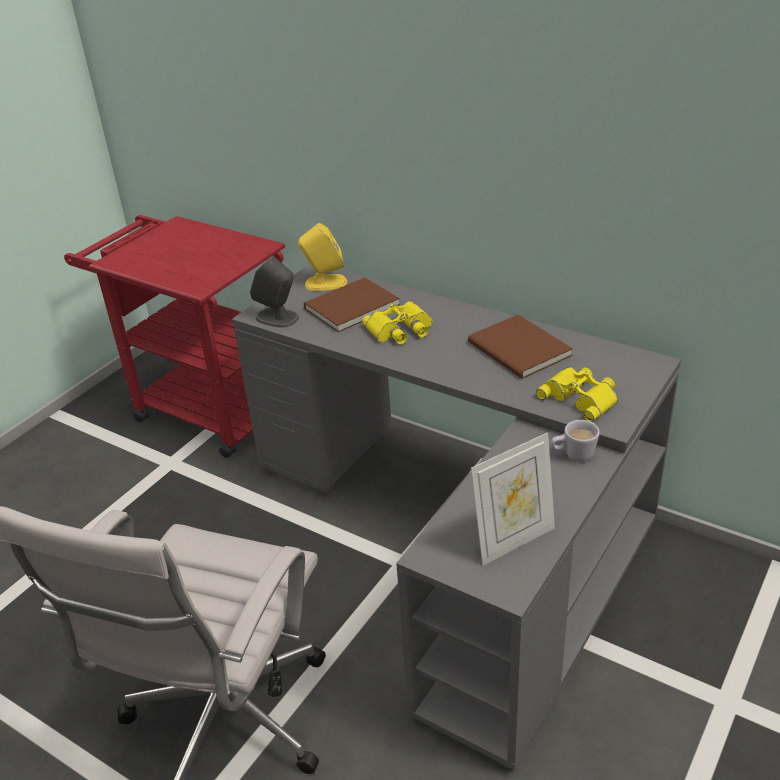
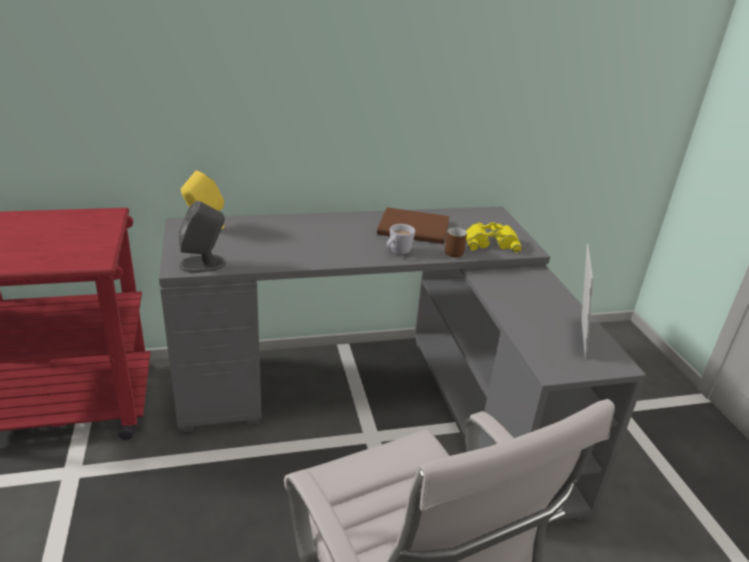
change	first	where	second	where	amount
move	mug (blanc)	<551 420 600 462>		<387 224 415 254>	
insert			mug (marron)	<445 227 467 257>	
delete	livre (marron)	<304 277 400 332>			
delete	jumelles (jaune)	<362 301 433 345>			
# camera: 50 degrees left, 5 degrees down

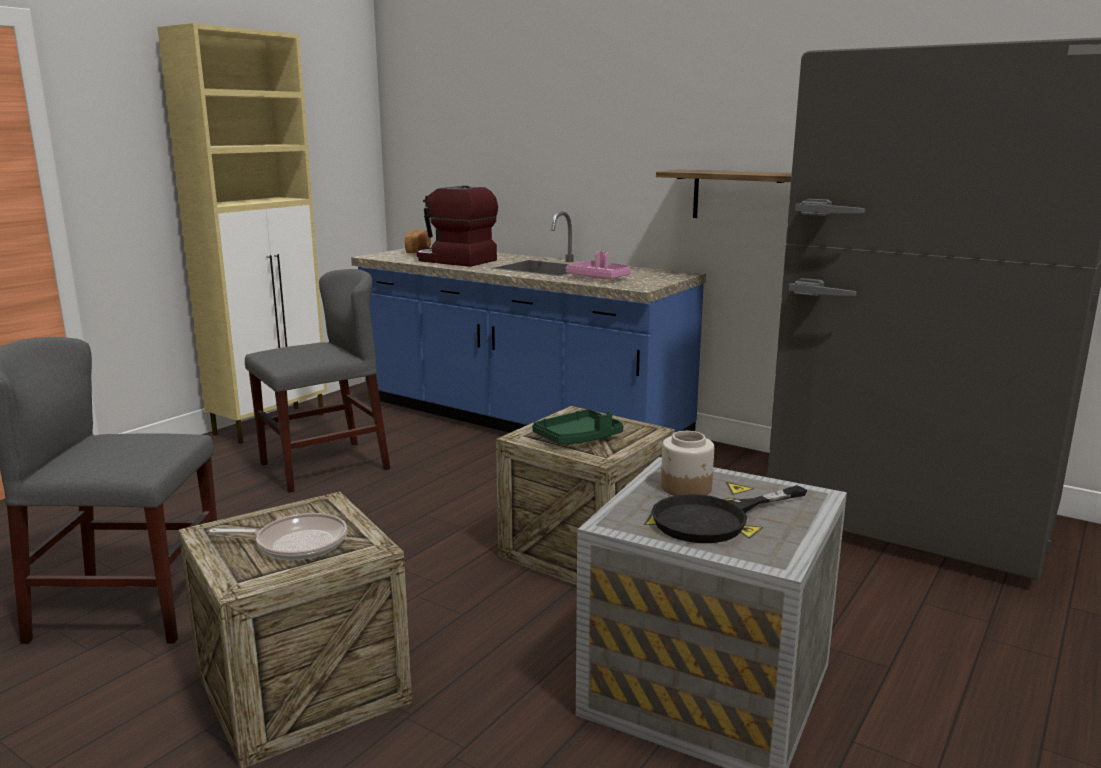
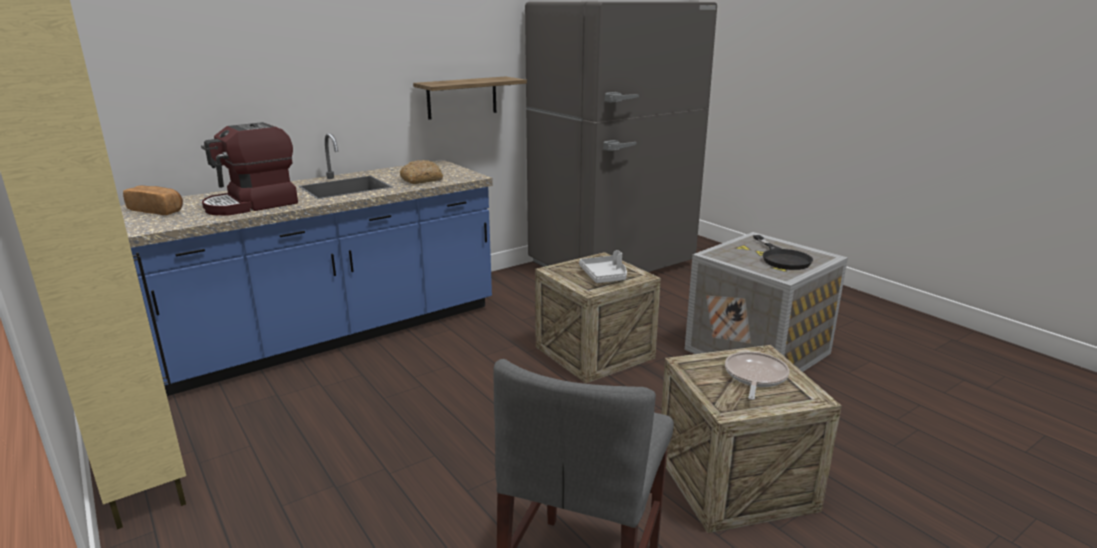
change	first	where	second	where	amount
replace	plateau (rose)	<566 251 631 279>	pain	<400 160 443 184>	
recolor	plateau (vert)	<532 409 624 444>	plateau (gris)	<579 250 627 283>	
delete	chaise (gris)	<245 269 390 493>			
delete	bocal	<661 431 714 496>			
# camera: 70 degrees left, 5 degrees up

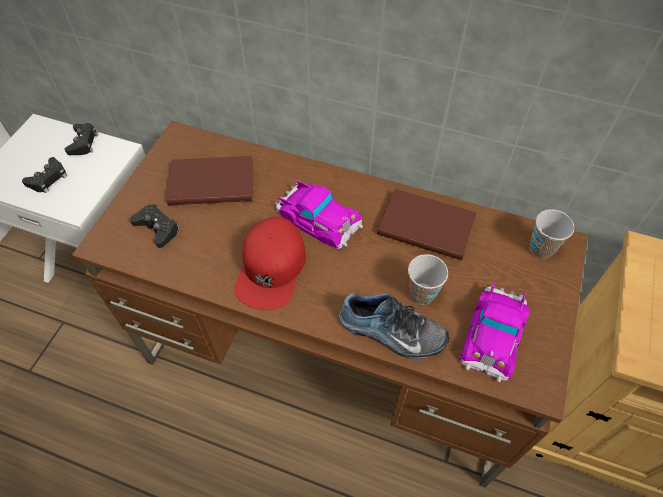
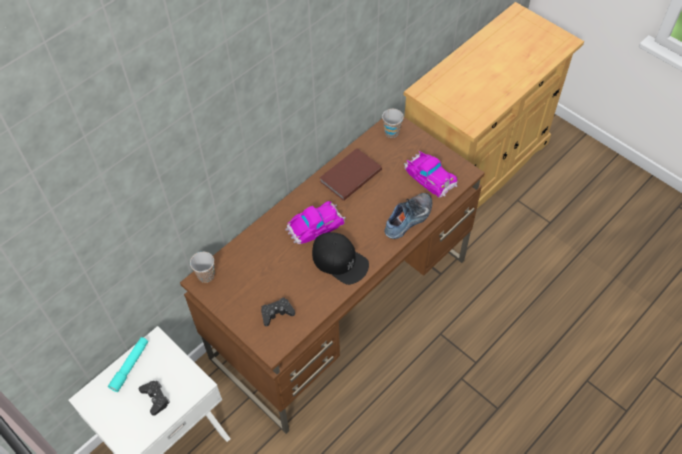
change	first	where	second	where	amount
replace	manette (noir)	<65 123 98 155>	lampe de poche (turquoise)	<108 337 148 392>	
move	tasse	<408 254 448 305>		<190 252 215 283>	
recolor	casquette (rouge)	<234 217 306 310>	casquette (noir)	<312 232 369 285>	
delete	livre (marron)	<167 156 253 205>			
# camera: 65 degrees left, 0 degrees up

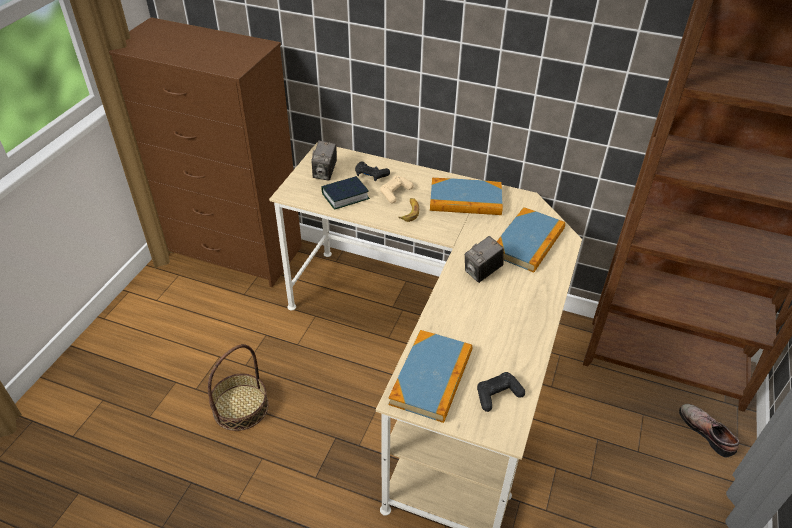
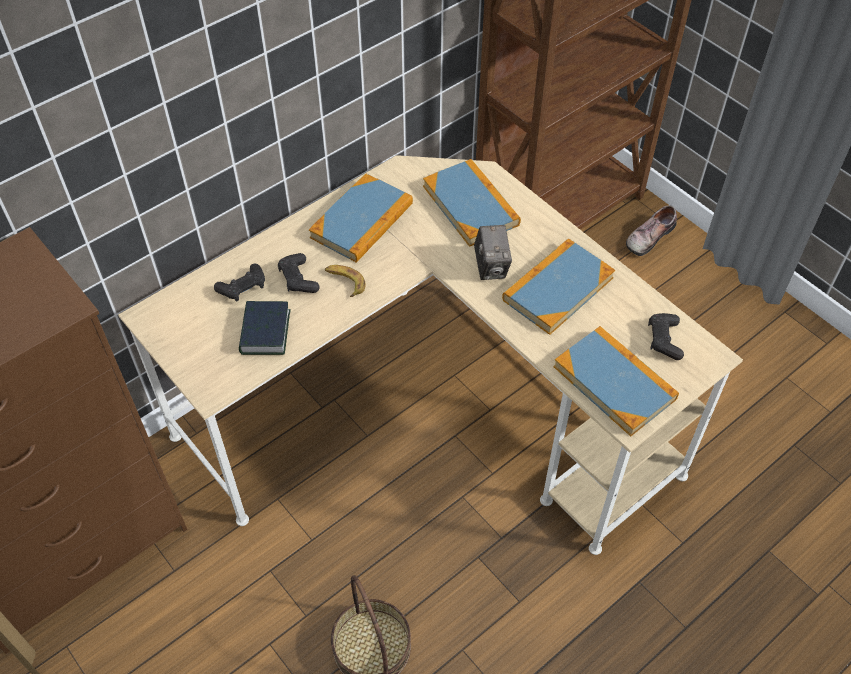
change	first	where	second	where	amount
recolor	manette (beige)	<380 175 414 203>	manette (noir)	<278 253 320 293>	
insert			livre	<502 238 615 335>	
rotate	chaussure	<679 404 739 457>		<626 205 677 256>	45 degrees counterclockwise
delete	appareil photo	<311 141 337 181>			
# camera: 60 degrees left, 10 degrees up

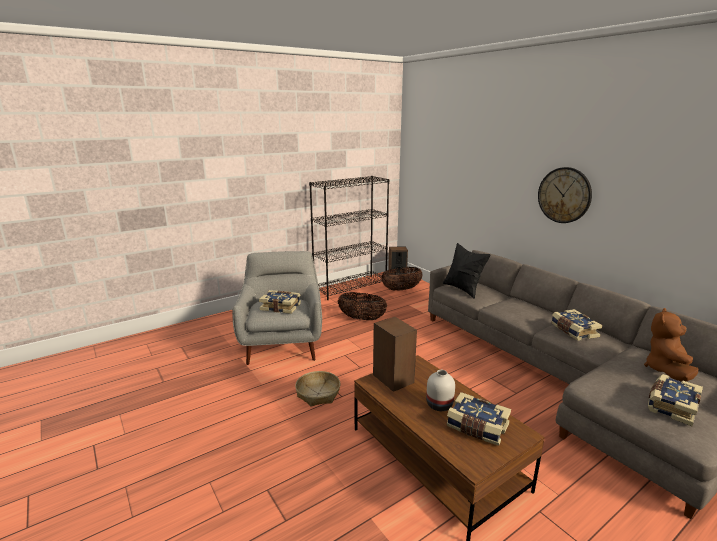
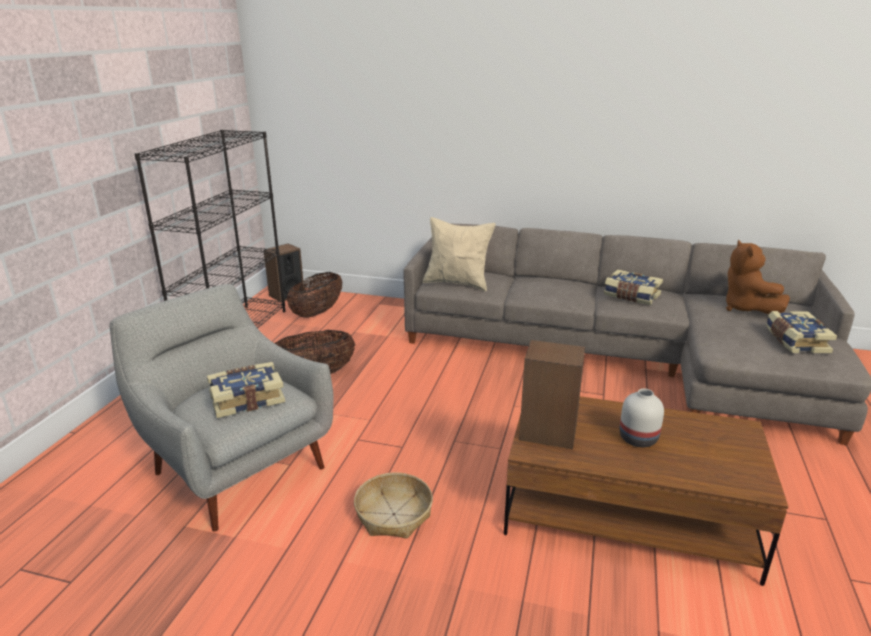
change	first	where	second	where	amount
recolor	coussin (noir)	<443 243 491 298>	coussin (beige)	<423 217 496 291>	
delete	livre	<446 392 511 446>			
delete	horloge murale	<538 167 592 223>			
# camera: 40 degrees left, 5 degrees up

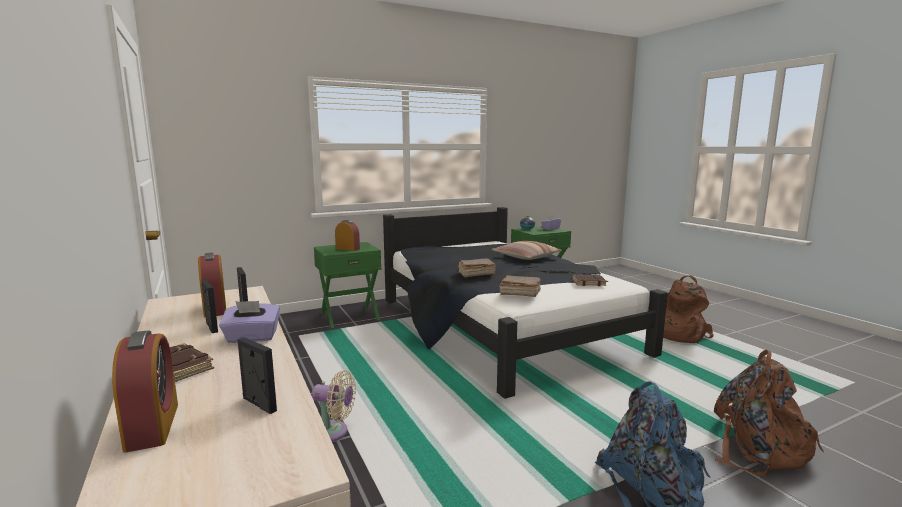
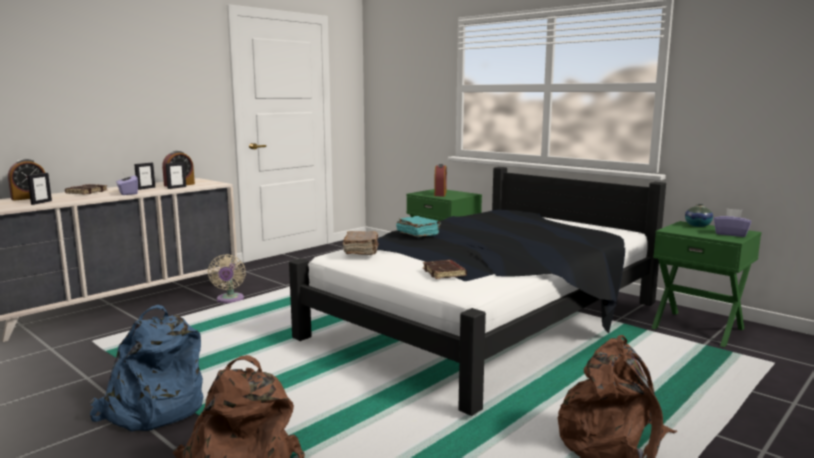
change	first	where	second	where	amount
recolor	livre (marron)	<458 258 496 278>	livre (turquoise)	<396 216 441 237>	
delete	coussin	<492 241 562 260>			
# camera: 70 degrees right, 0 degrees up

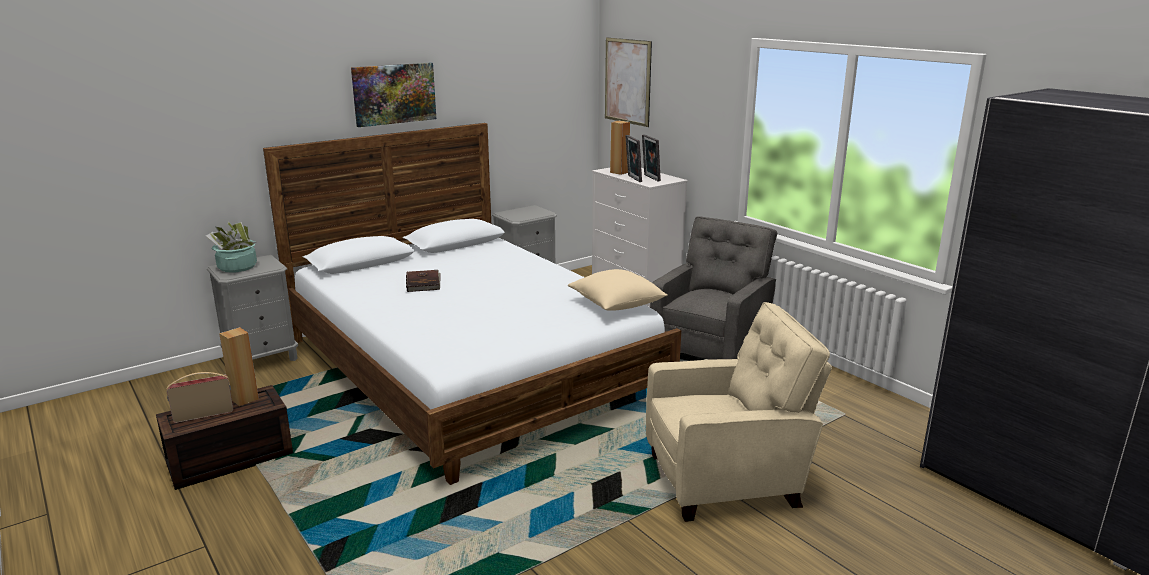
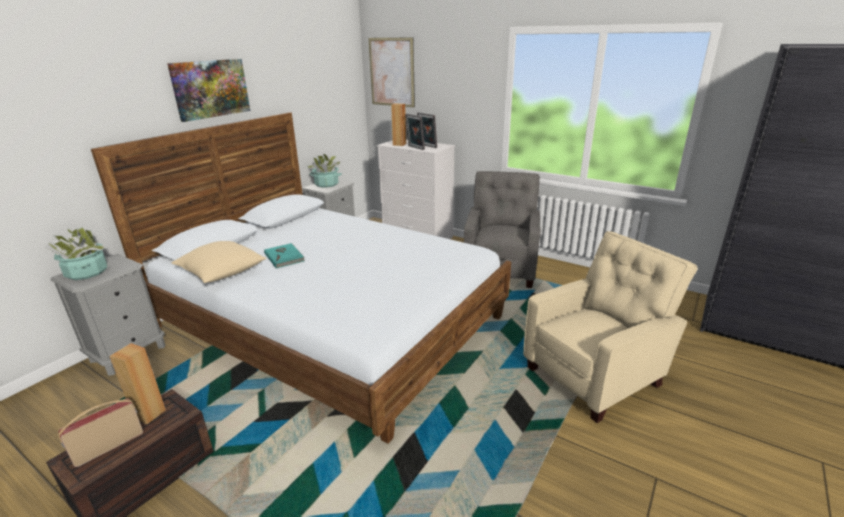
change	first	where	second	where	amount
move	coussin (beige)	<568 269 668 311>		<172 241 266 283>	
recolor	livre (marron)	<406 270 441 292>	livre (turquoise)	<264 243 305 269>	
insert			plante en pot	<307 154 342 187>	
# camera: 20 degrees left, 5 degrees up

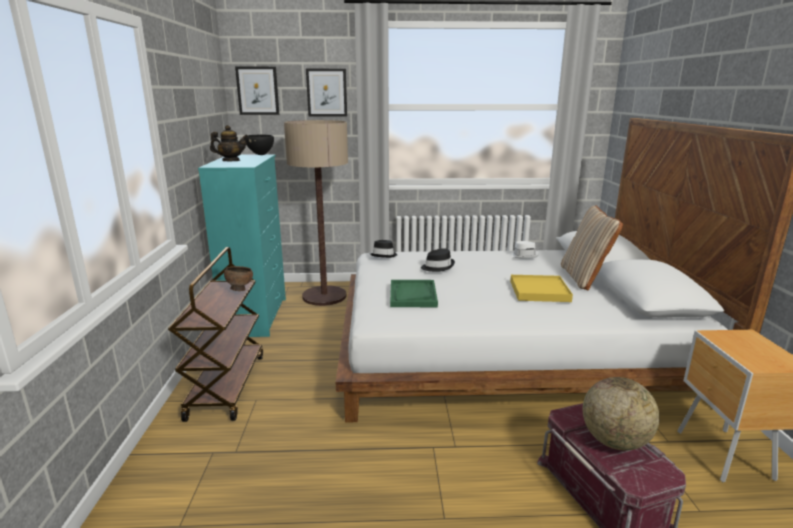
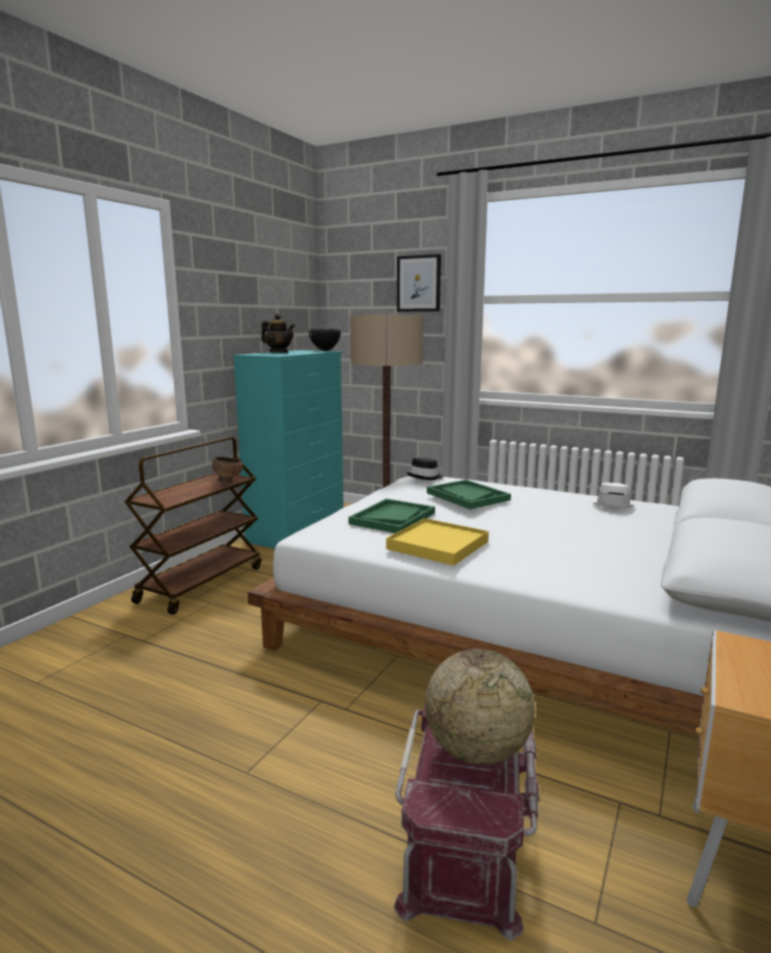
change	first	where	second	where	amount
move	plateau (jaune)	<510 275 573 302>		<386 518 489 566>	
replace	chapeau (noir)	<421 248 455 272>	plateau (vert)	<427 480 511 509>	
delete	tableau	<235 67 279 115>			
delete	coussin (beige)	<561 205 623 290>			
# camera: 30 degrees right, 5 degrees down

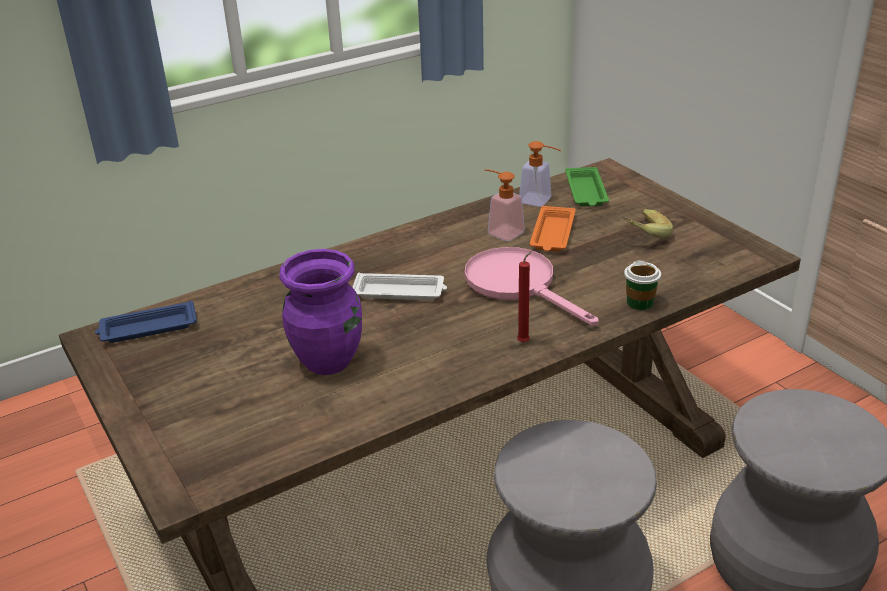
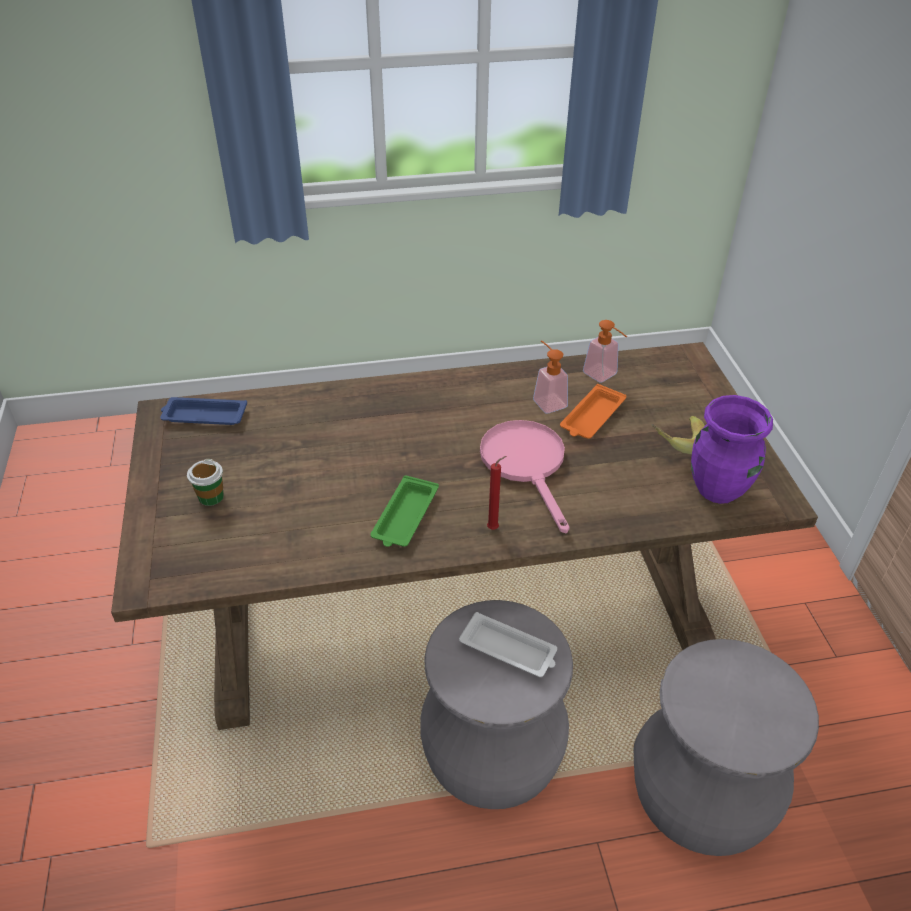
change	first	where	second	where	amount
move	tasse	<624 260 661 310>		<187 459 224 506>	
move	plateau (vert)	<565 167 609 207>		<370 475 439 547>	
move	plateau (blanc)	<352 272 447 300>		<459 612 557 677>	
move	vase (violet)	<279 249 362 375>		<691 395 773 504>	
# camera: 20 degrees right, 10 degrees up

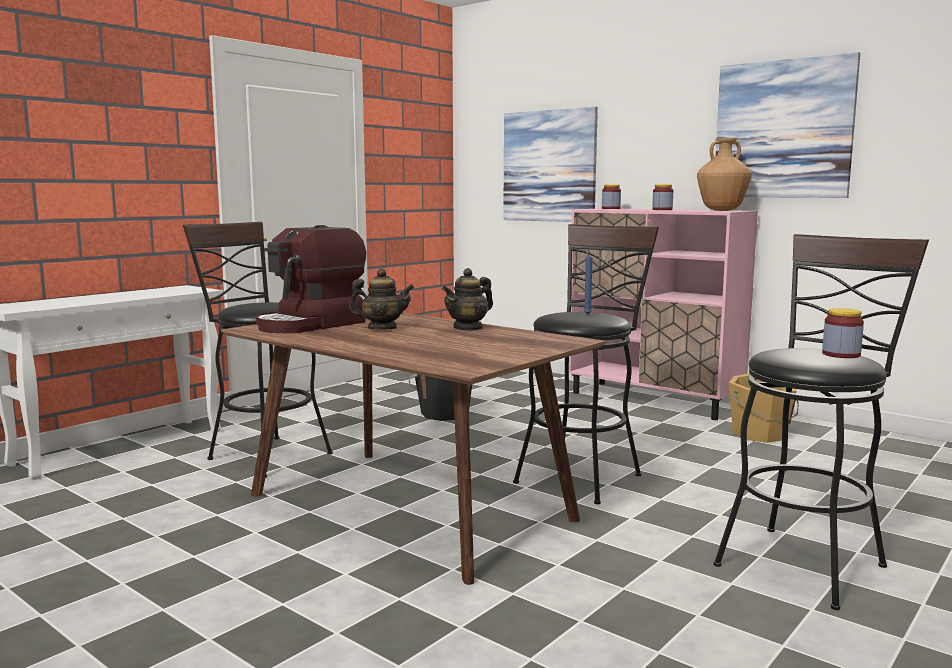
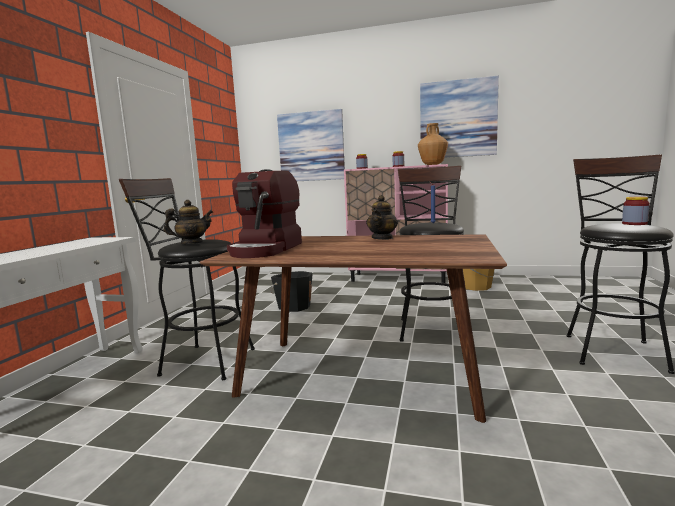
change	first	where	second	where	amount
move	théière	<349 268 414 329>		<164 200 213 244>	
# camera: 25 degrees left, 0 degrees up

